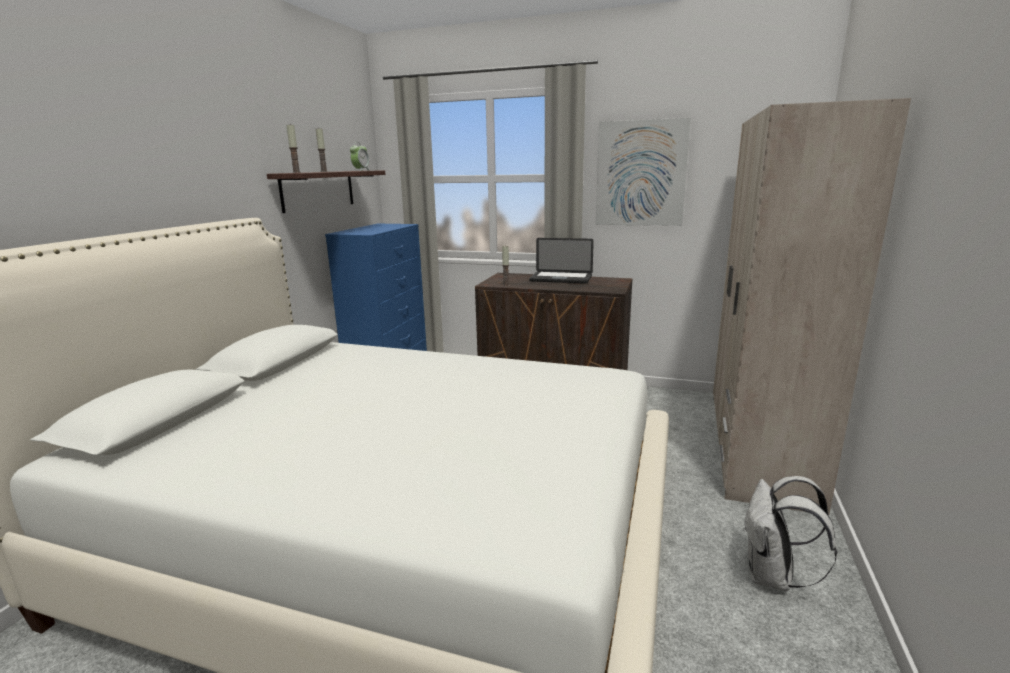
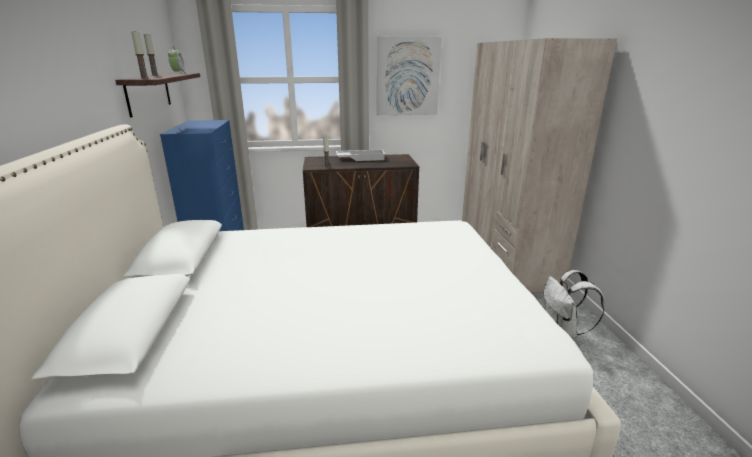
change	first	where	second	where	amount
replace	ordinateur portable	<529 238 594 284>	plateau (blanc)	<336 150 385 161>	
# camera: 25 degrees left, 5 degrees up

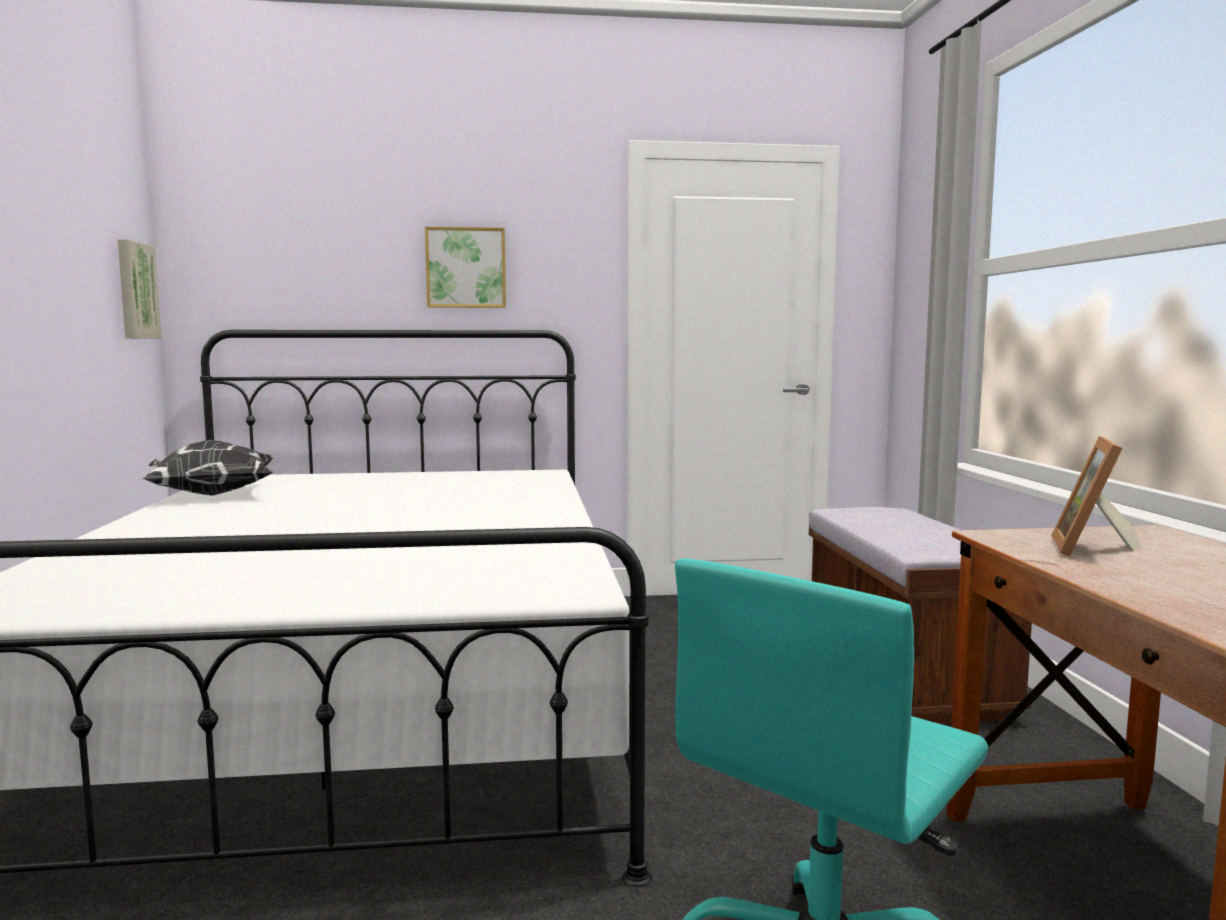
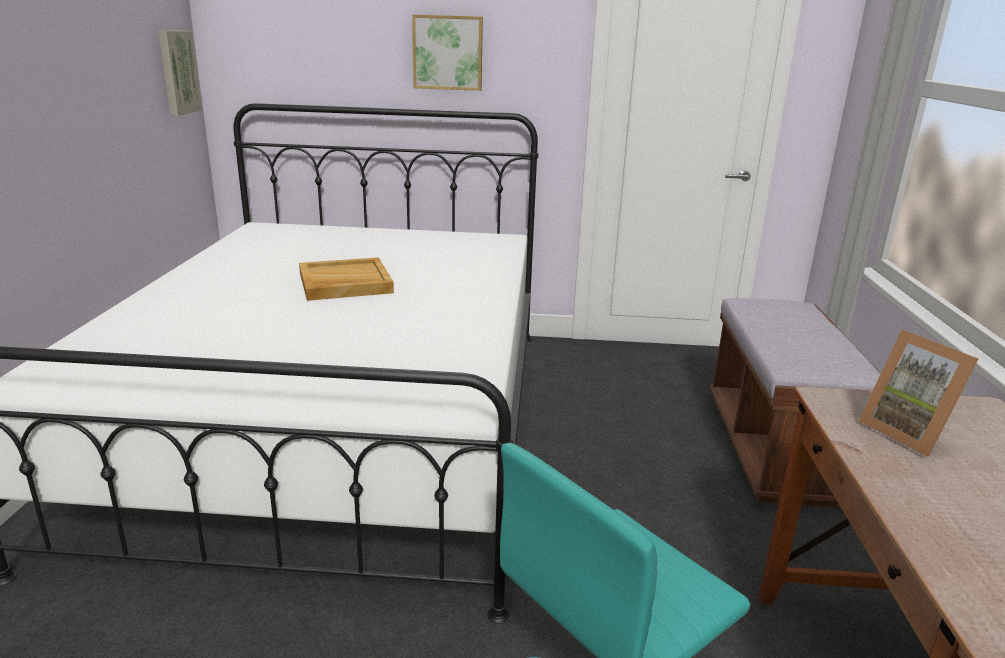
change	first	where	second	where	amount
insert			plateau (beige)	<299 257 394 301>	
rotate	cadre photo	<1051 436 1141 557>		<858 330 978 456>	60 degrees counterclockwise
delete	coussin	<142 440 273 496>			
# camera: 10 degrees right, 15 degrees up

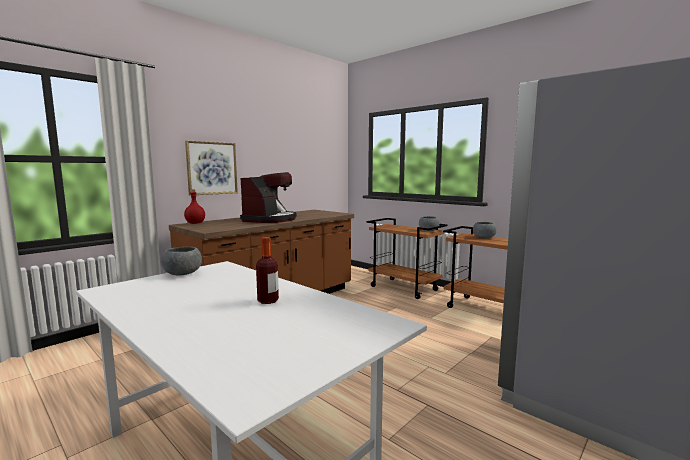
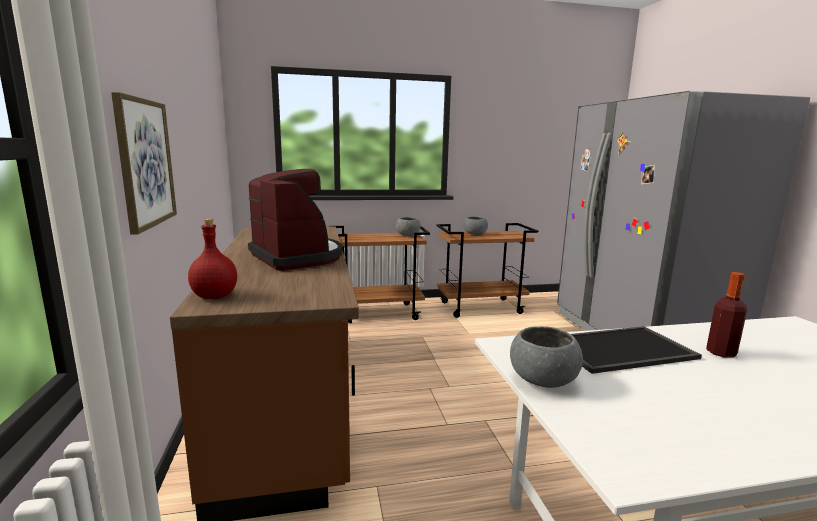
change	first	where	second	where	amount
insert			plateau	<571 326 702 374>	
# camera: 55 degrees left, 5 degrees up

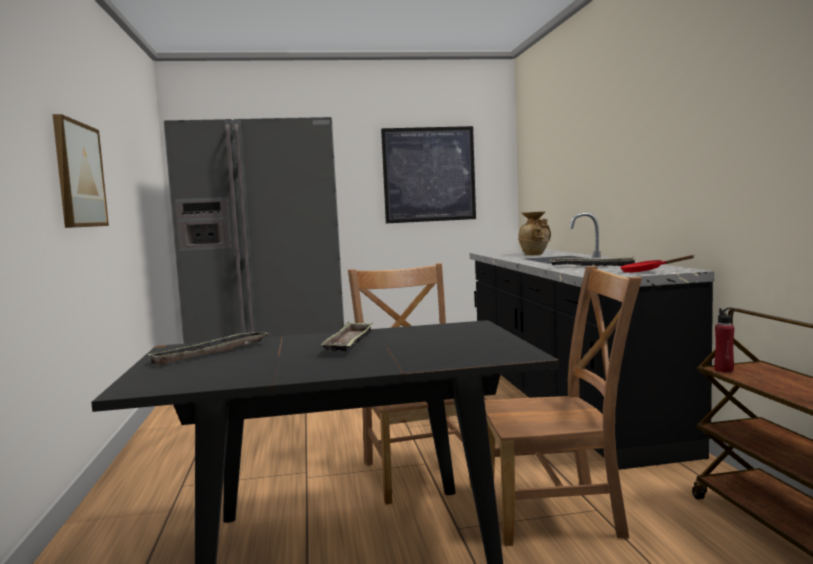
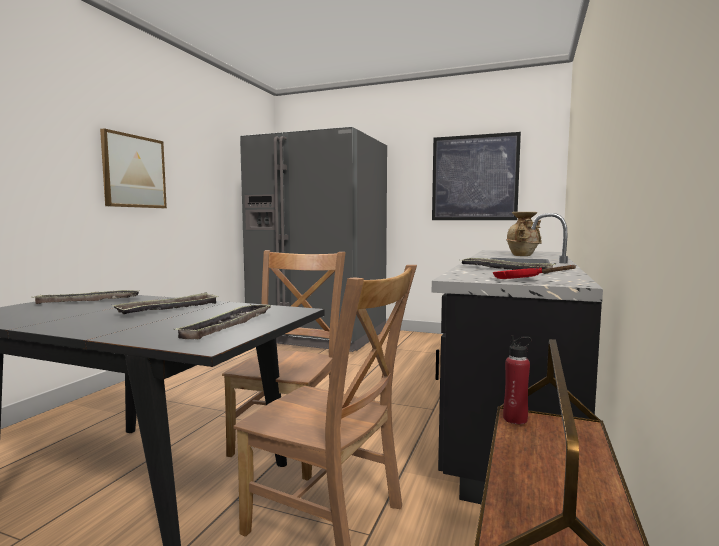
change	first	where	second	where	amount
insert			plateau	<174 304 271 339>	
# camera: 30 degrees right, 0 degrees up

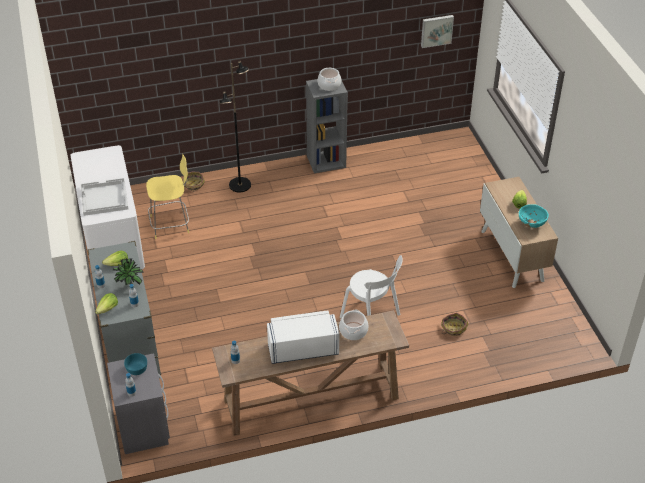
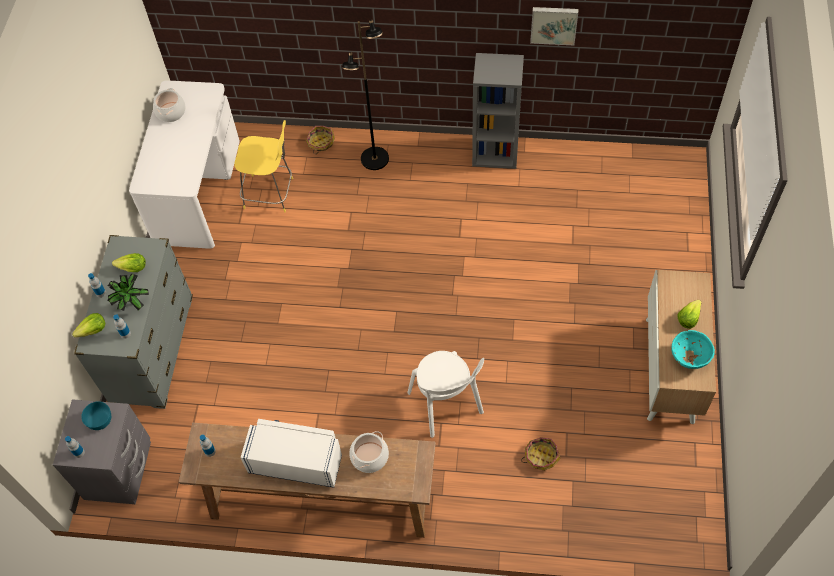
change	first	where	second	where	amount
move	marmite	<318 68 341 91>		<153 88 186 122>	
move	tableau	<421 15 454 48>		<530 7 578 45>	
delete	plateau (blanc)	<81 178 128 216>			
# camera: 25 degrees right, 15 degrees up

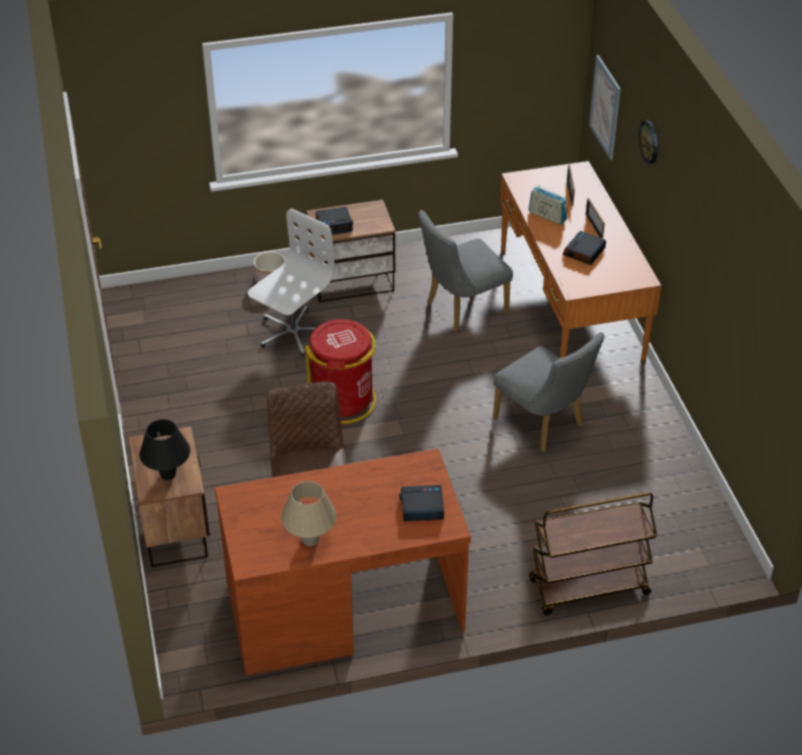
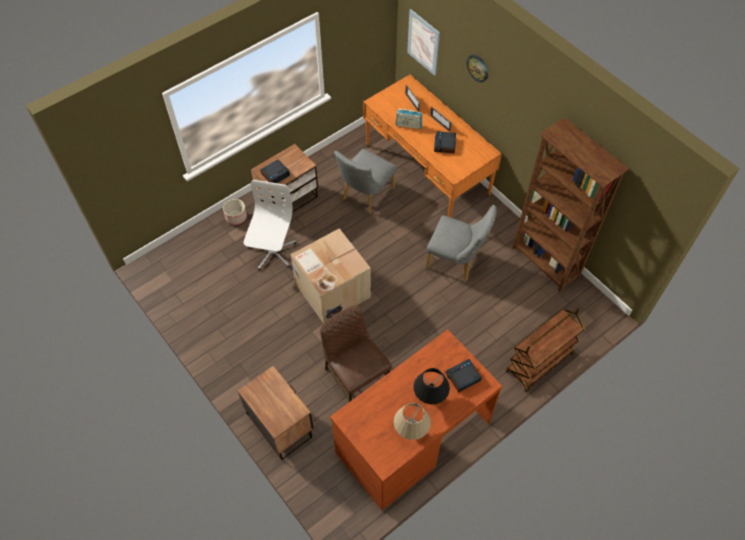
change	first	where	second	where	amount
replace	poubelle (rouge)	<304 319 376 424>	carton	<291 228 371 323>	
move	lampe de table (noir)	<139 419 190 480>		<413 368 450 404>	
insert			bibliothèque (marron)	<512 117 629 292>	
# camera: 25 degrees left, 15 degrees up

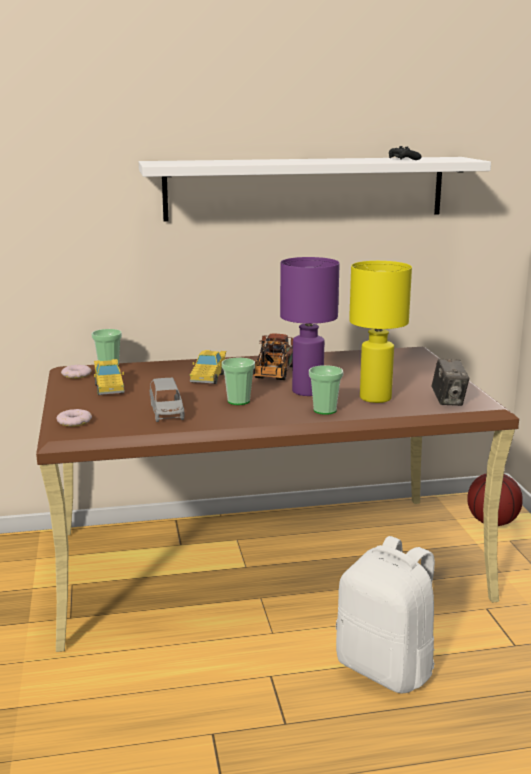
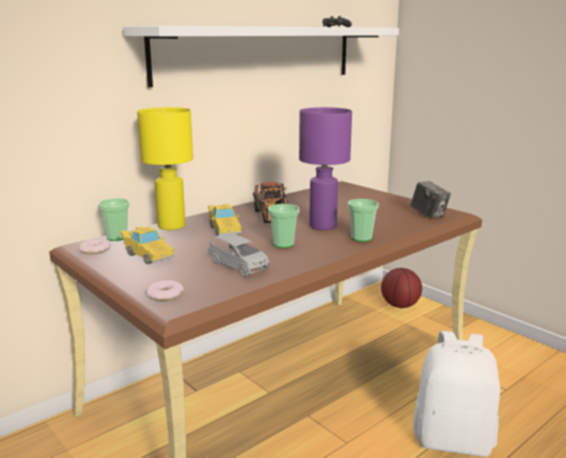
change	first	where	second	where	amount
move	lampe de table (jaune)	<349 261 412 403>		<137 107 193 230>	
# camera: 30 degrees left, 0 degrees up

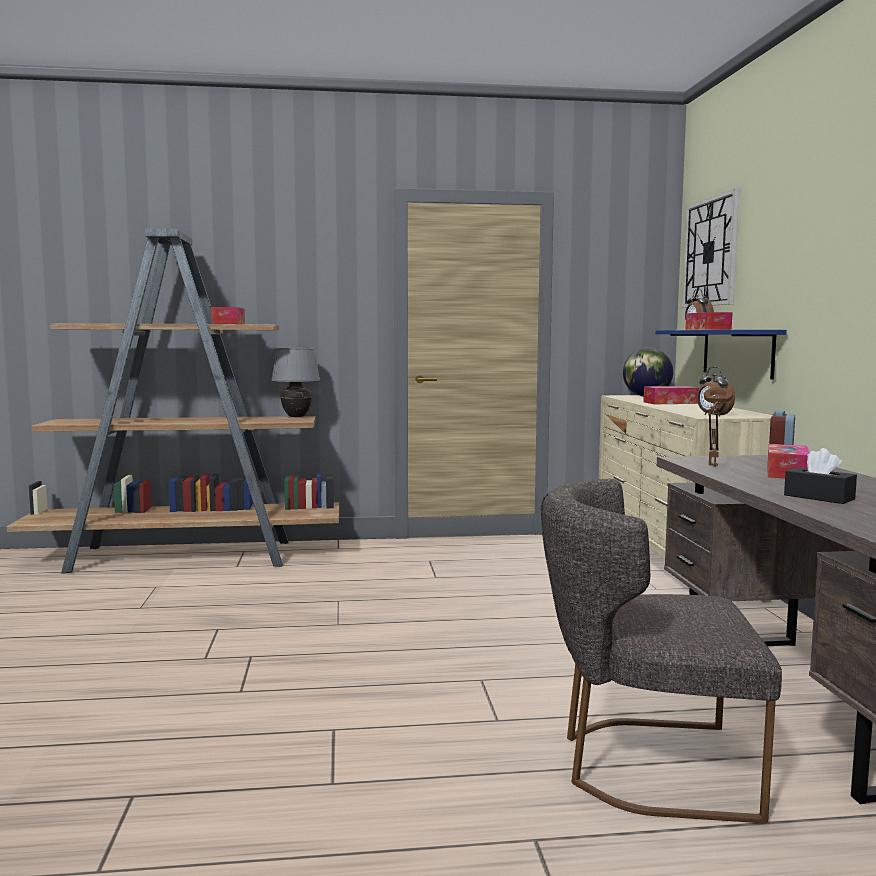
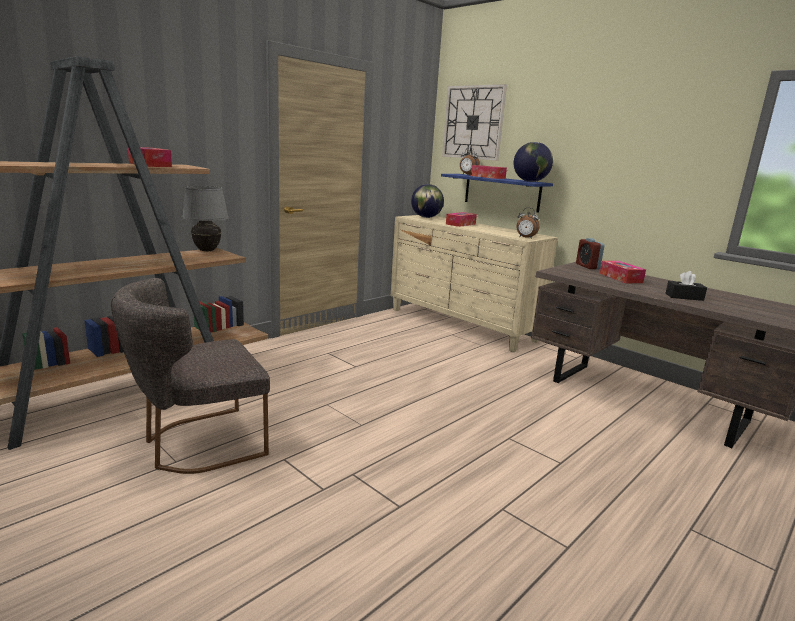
change	first	where	second	where	amount
move	chaise (gris)	<541 479 782 823>		<111 278 270 474>	
insert			globe	<514 142 553 182>	
delete	lampe de table (marron)	<704 387 733 467>			
# camera: 40 degrees left, 10 degrees up

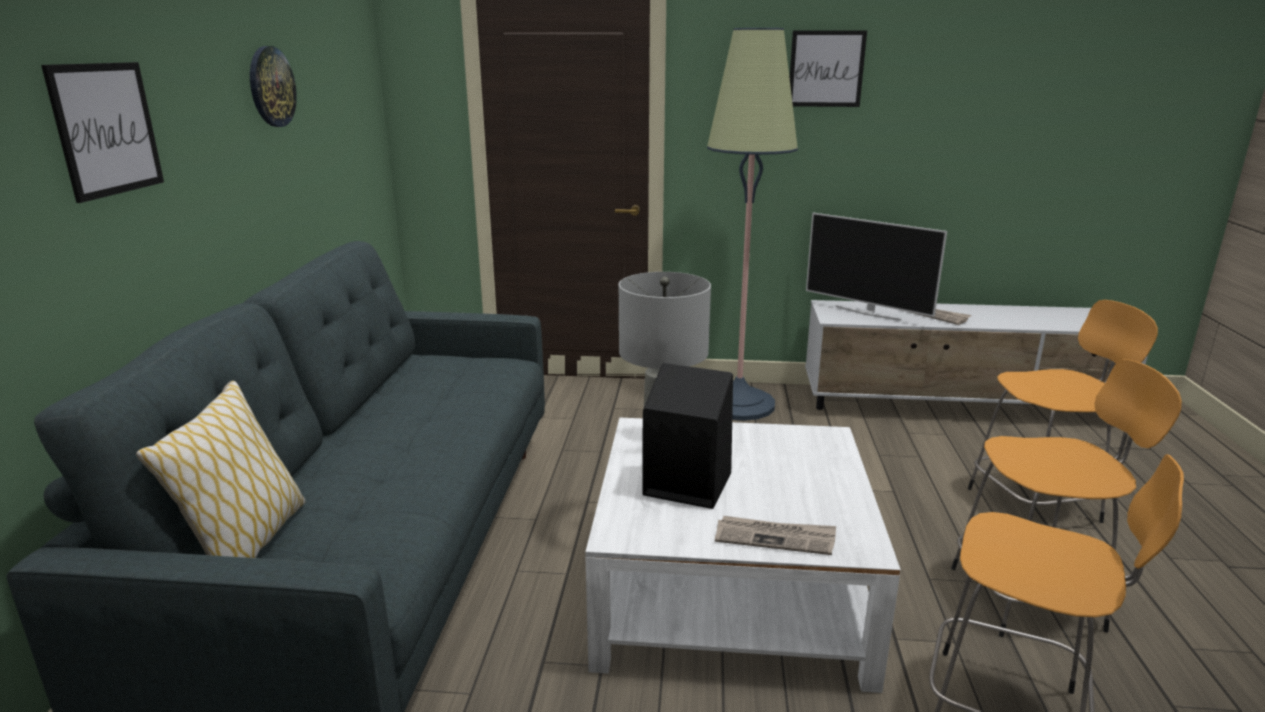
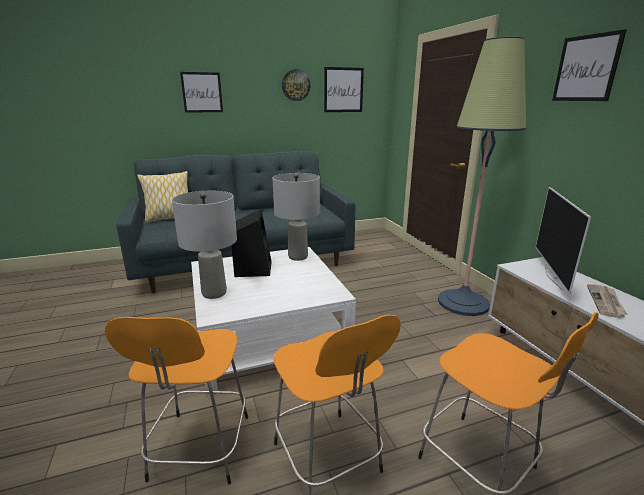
change	first	where	second	where	amount
replace	journal	<715 516 836 555>	lampe de table (gris)	<172 191 237 299>	
insert			tableau	<324 67 364 112>	
# camera: 65 degrees right, 0 degrees up

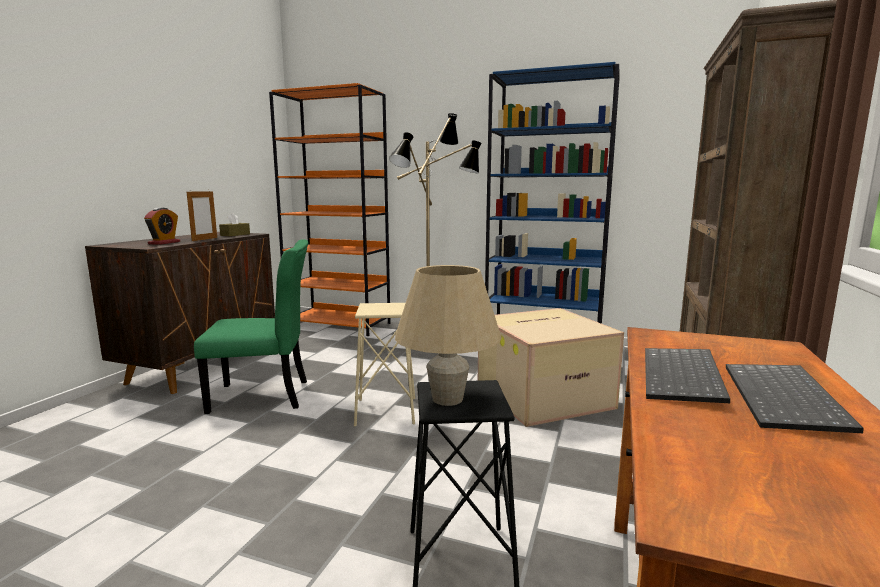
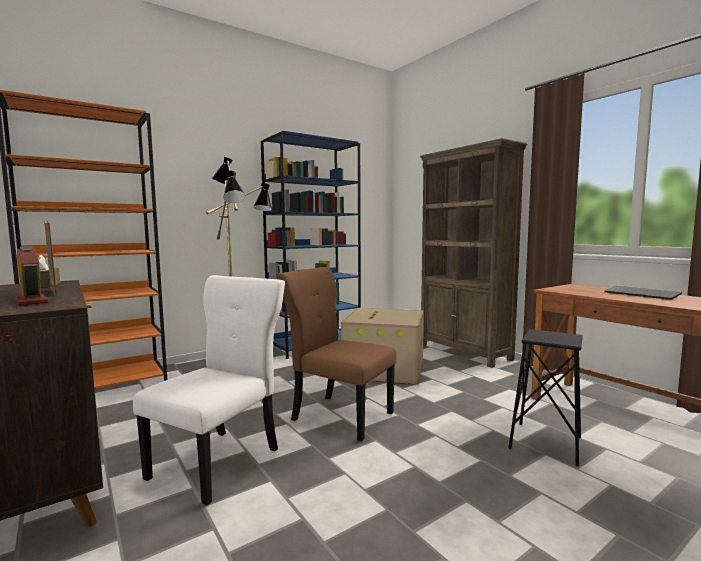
change	first	where	second	where	amount
recolor	chaise (vert)	<194 239 308 414>	chaise (blanc)	<133 275 285 505>	
replace	tabouret (beige)	<354 303 415 426>	chaise (marron)	<277 267 396 441>	
delete	lampe de table (beige)	<395 265 502 406>			
delete	clavier	<645 348 730 403>			
# camera: 55 degrees left, 5 degrees down

